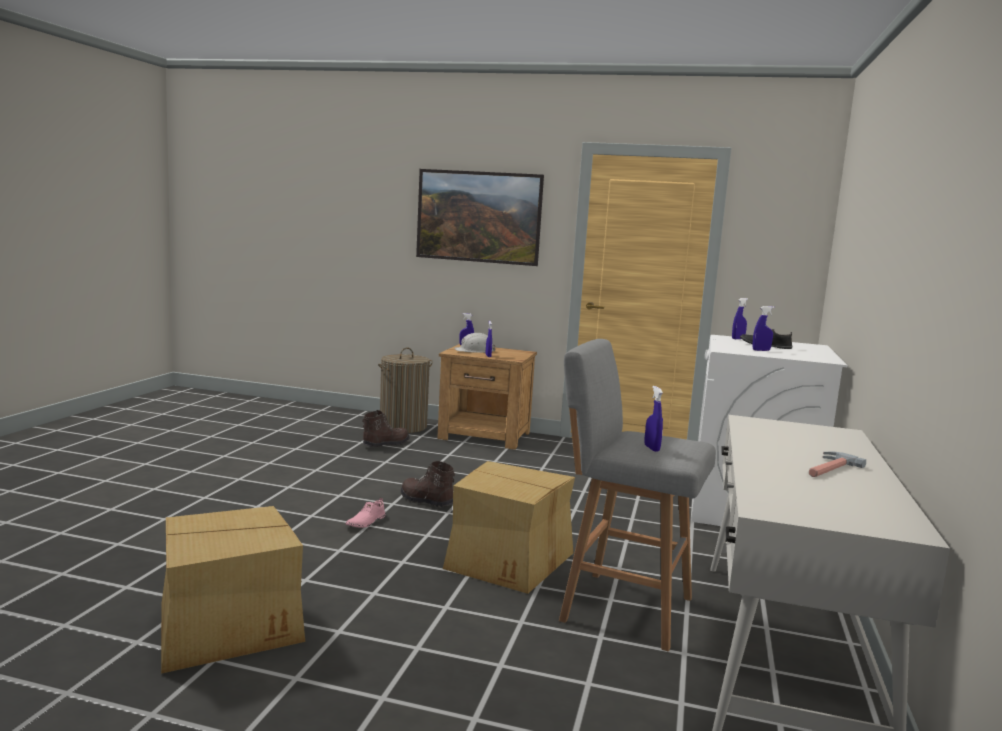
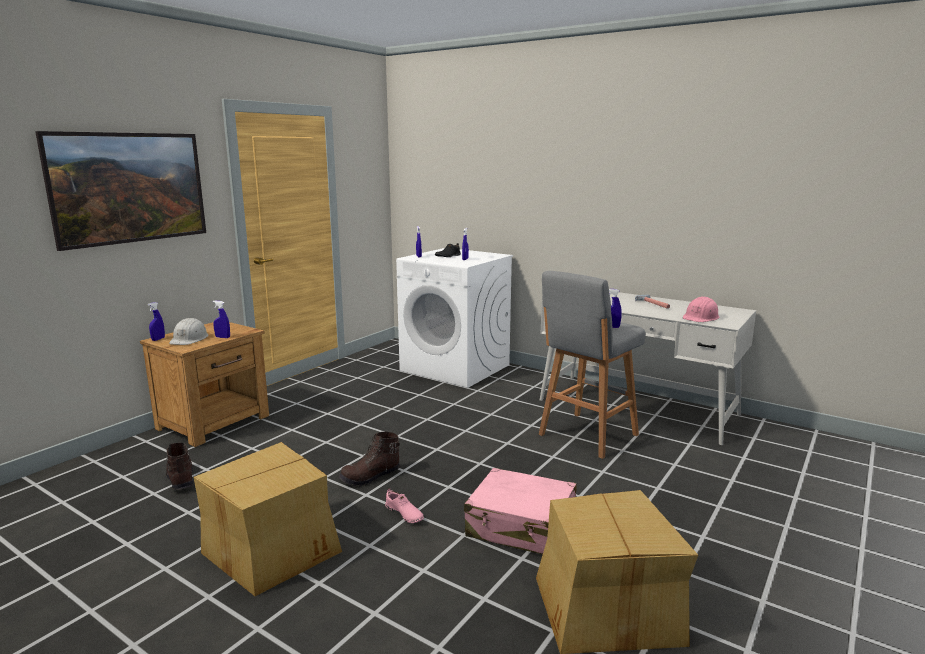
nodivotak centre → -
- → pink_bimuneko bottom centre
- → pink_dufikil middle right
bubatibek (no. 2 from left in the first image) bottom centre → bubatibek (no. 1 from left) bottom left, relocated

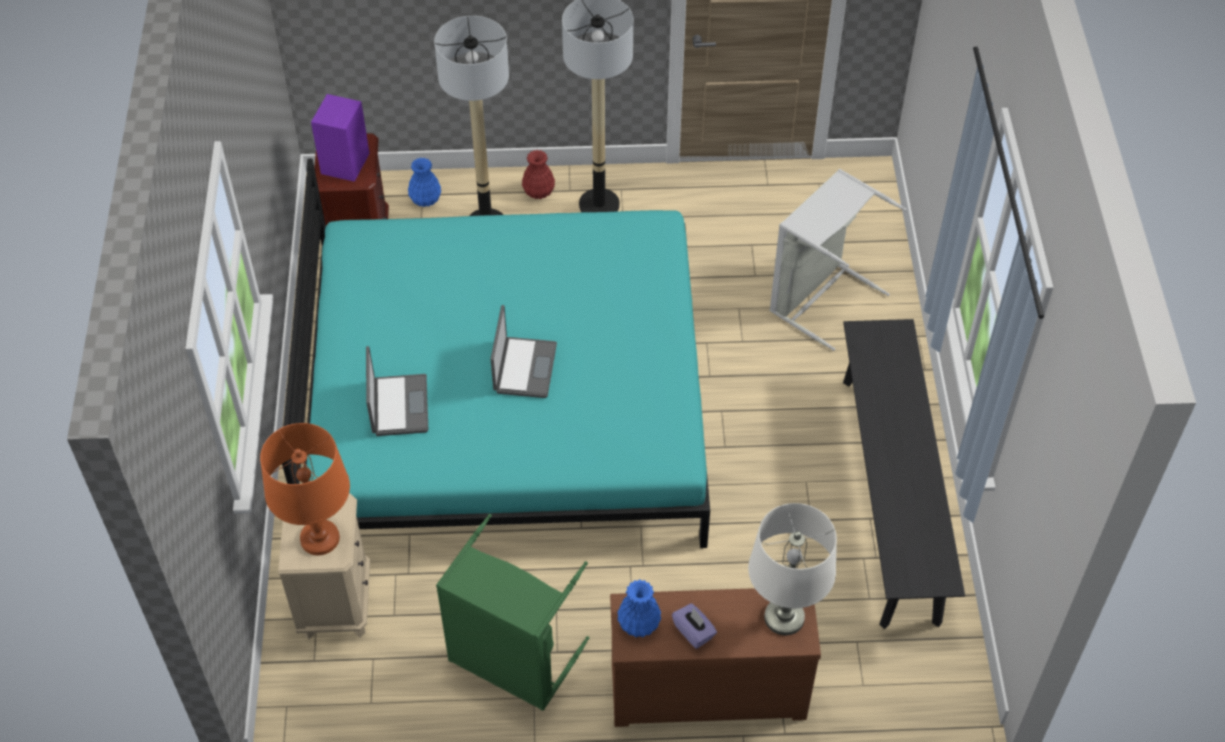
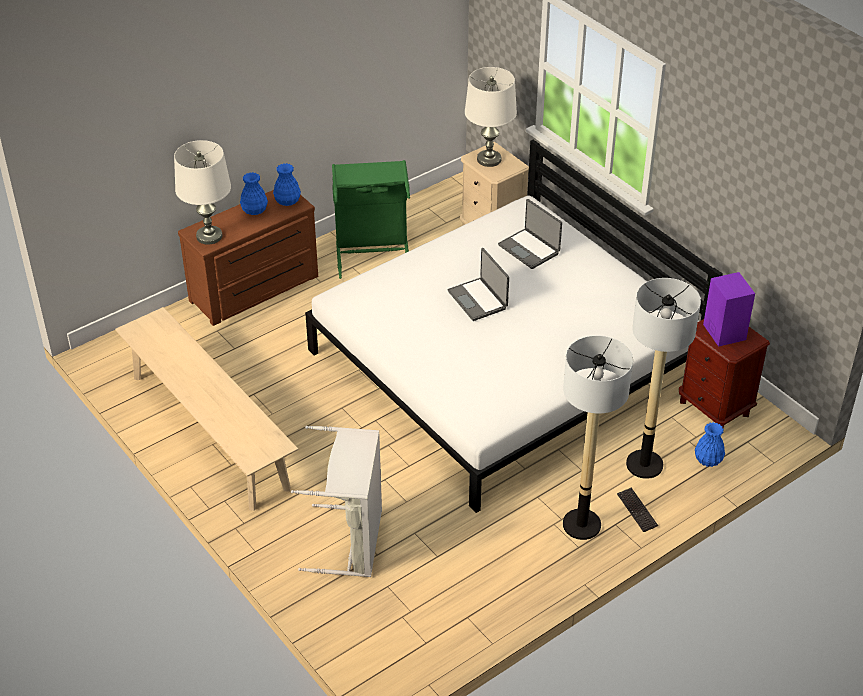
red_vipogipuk top centre → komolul bottom right
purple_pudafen bottom centre → blue_vipogipuk (no. 1 from left) top left
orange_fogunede middle left → white_fogunede (no. 2 from left) top centre
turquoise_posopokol centre → white_posopokol centre
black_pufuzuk middle right → beige_pufuzuk middle left

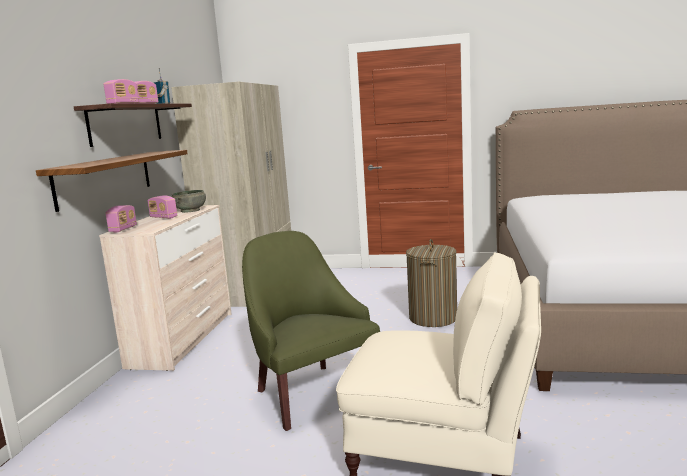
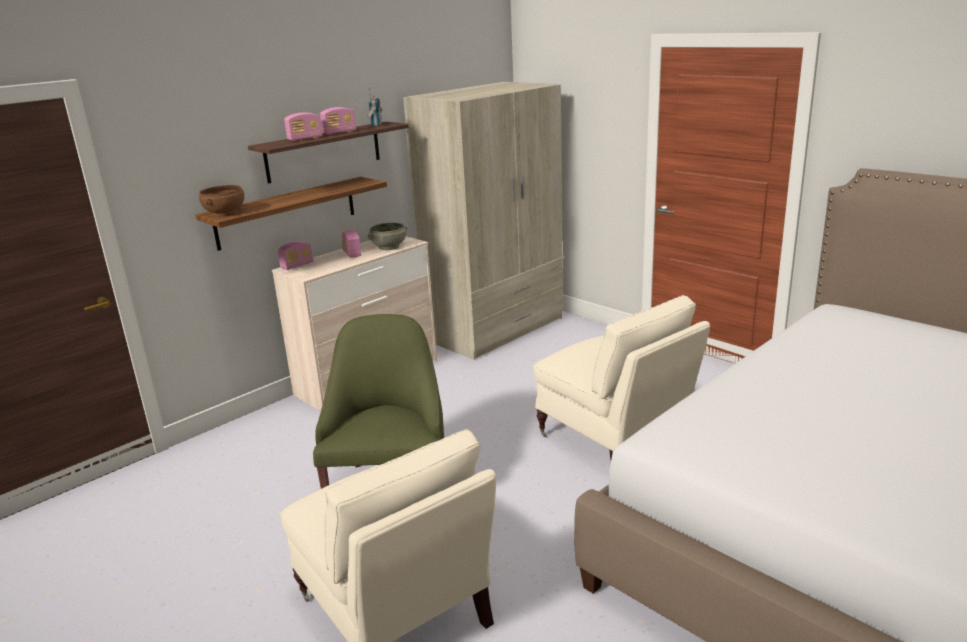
- → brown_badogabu top left
nodivotak centre → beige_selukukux (no. 2 from left) centre

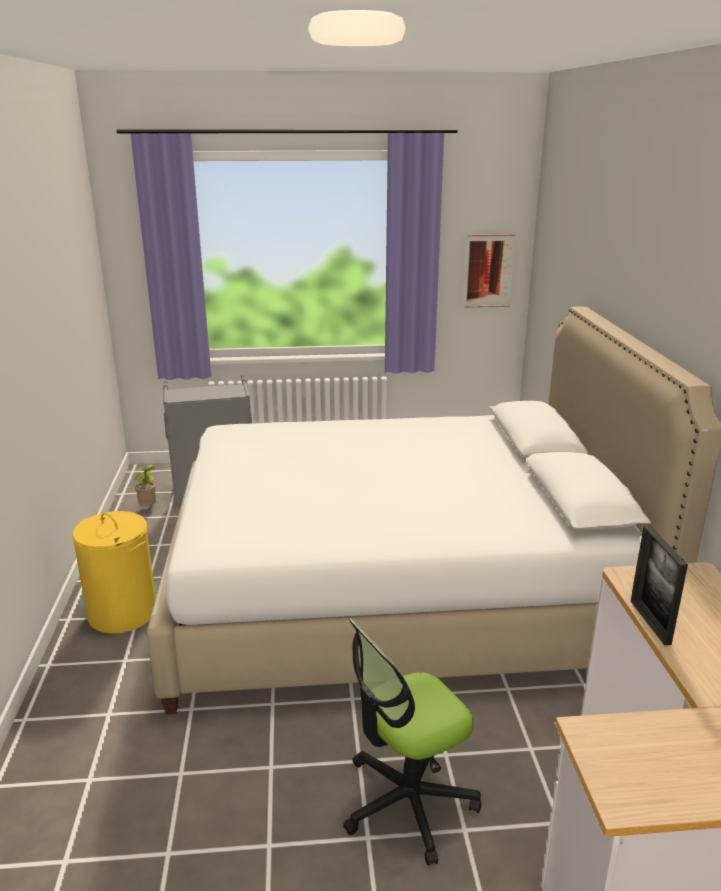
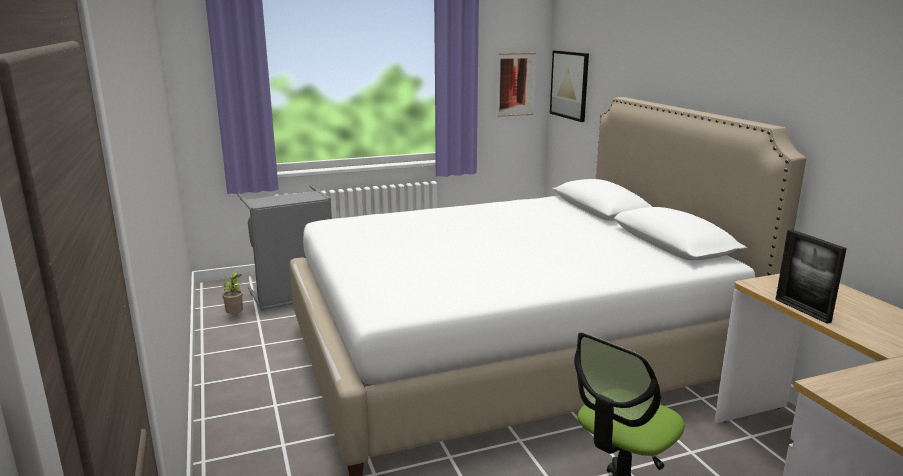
yellow_nodivotak middle left → -
- → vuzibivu (no. 2 from left) top centre

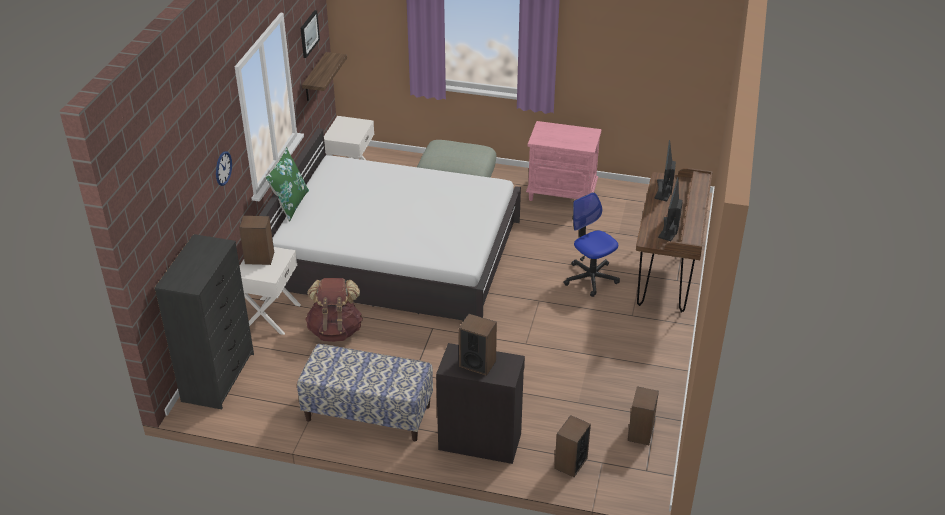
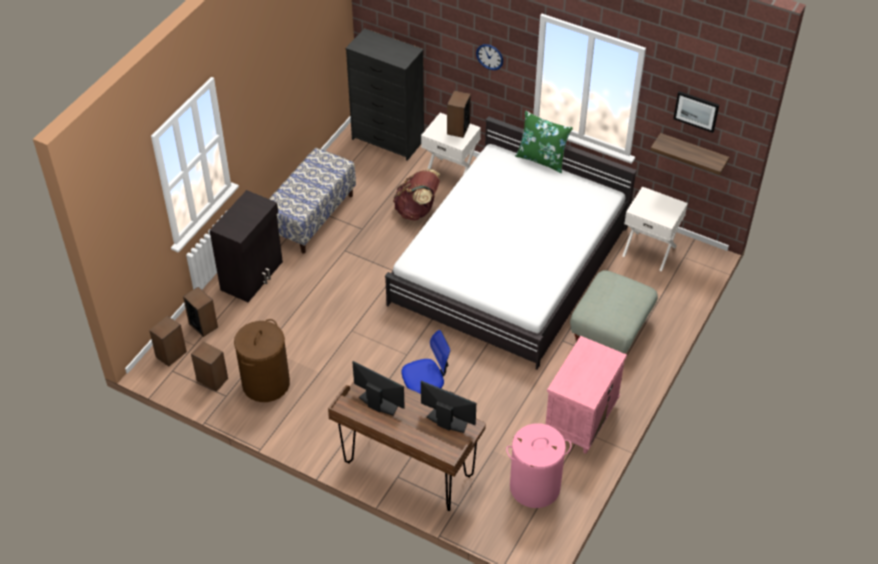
- → brown_nodivotak middle left
- → pink_nodivotak bottom centre
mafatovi (no. 2 from left in the first image) bottom centre → mafatovi (no. 1 from left) middle left, relocated

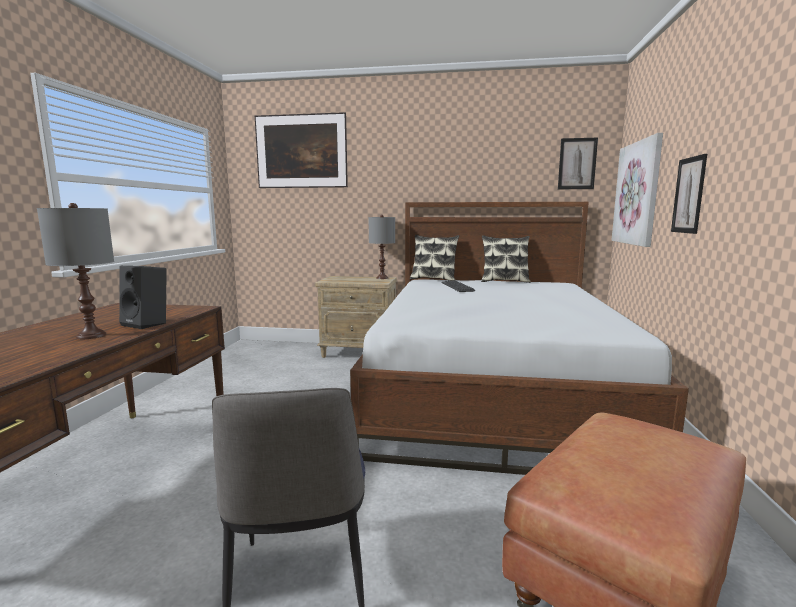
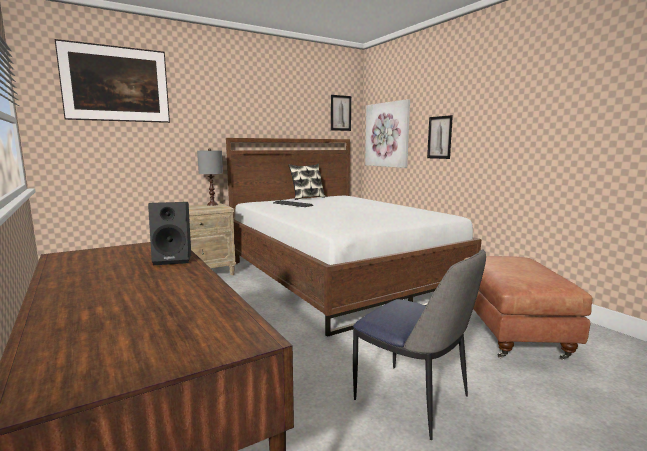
grey_fogunede (no. 1 from left) middle left → -
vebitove (no. 1 from left) centre → -

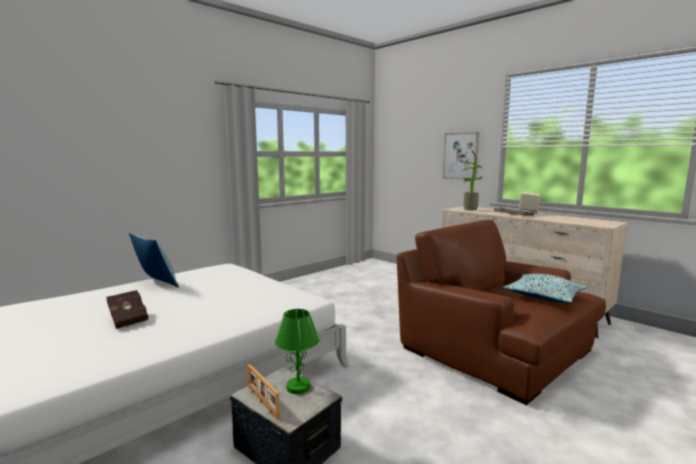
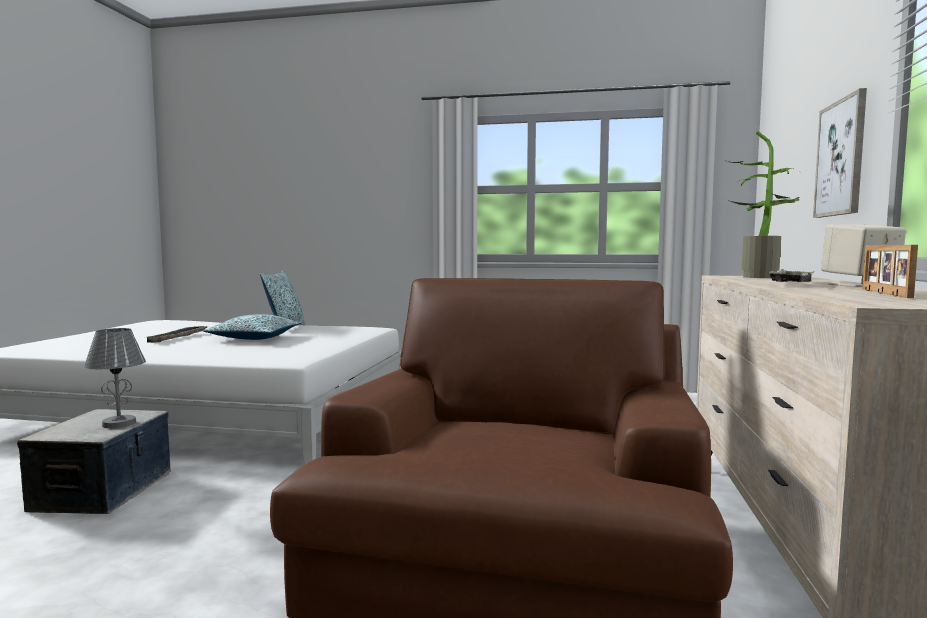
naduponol bottom centre → naduponol middle right, relocated
vebitove (no. 2 from left in the first image) middle right → vebitove (no. 1 from left) middle left, relocated
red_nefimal middle left → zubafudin (no. 1 from left) middle left
green_fogunede bottom centre → grey_fogunede middle left

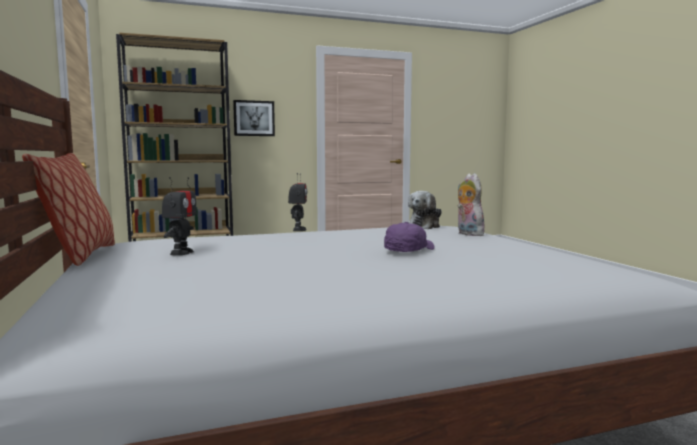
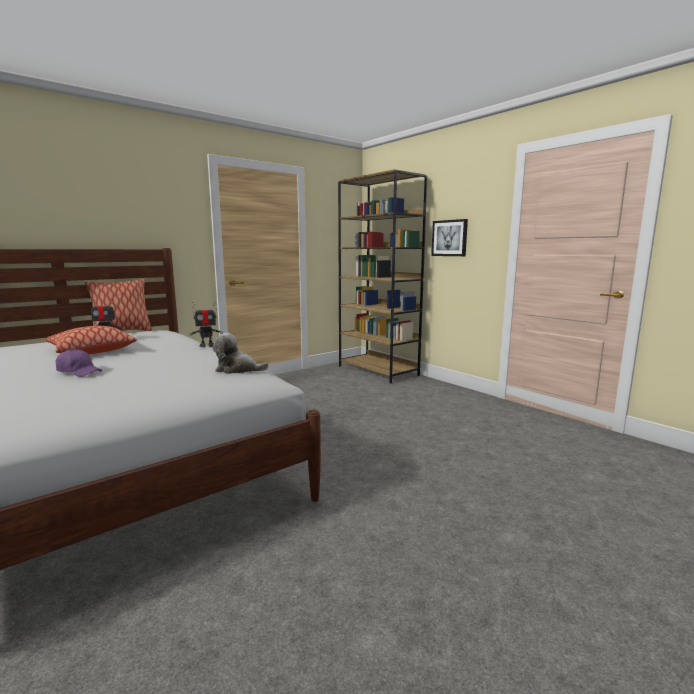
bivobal (no. 2 from left) middle right → -
- → vebitove (no. 1 from left) middle left

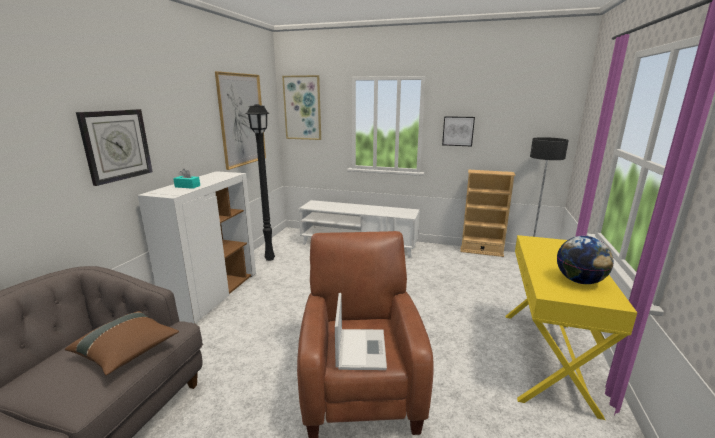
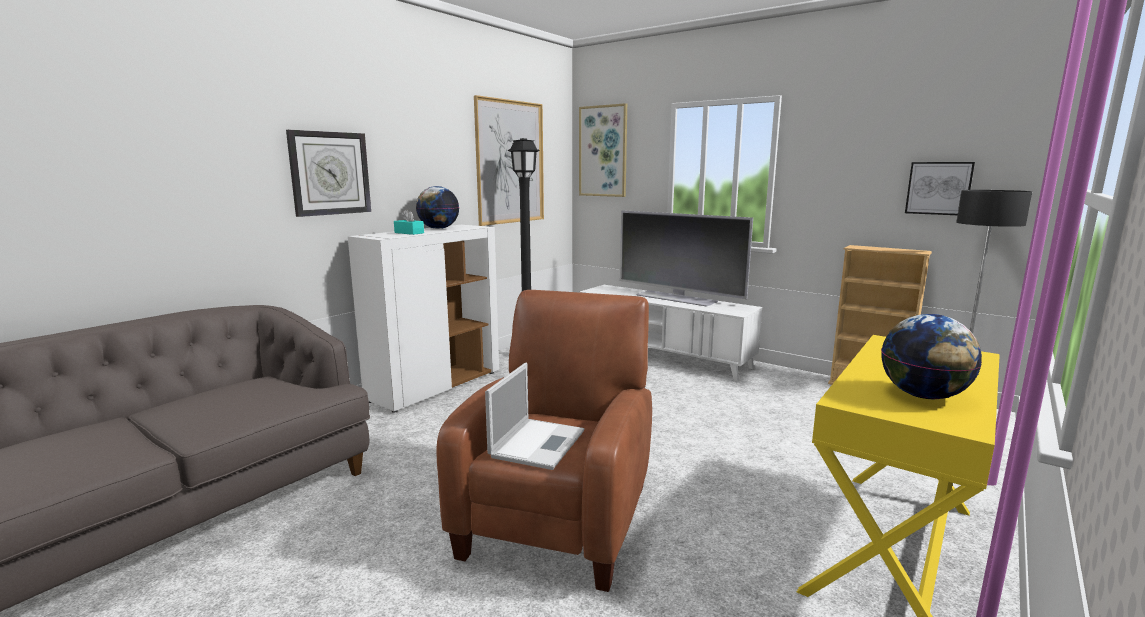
brown_vebitove bottom left → -
- → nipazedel (no. 1 from left) centre
- → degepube centre
vuzibivu (no. 3 from left) top centre → vuzibivu (no. 3 from left) top right, relocated

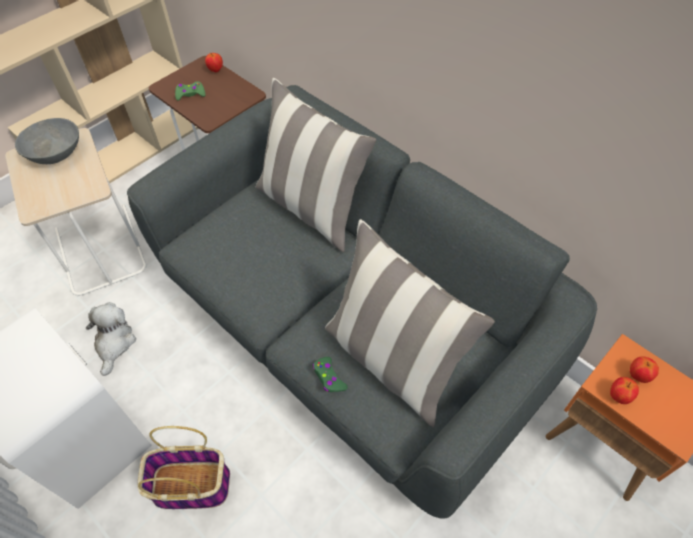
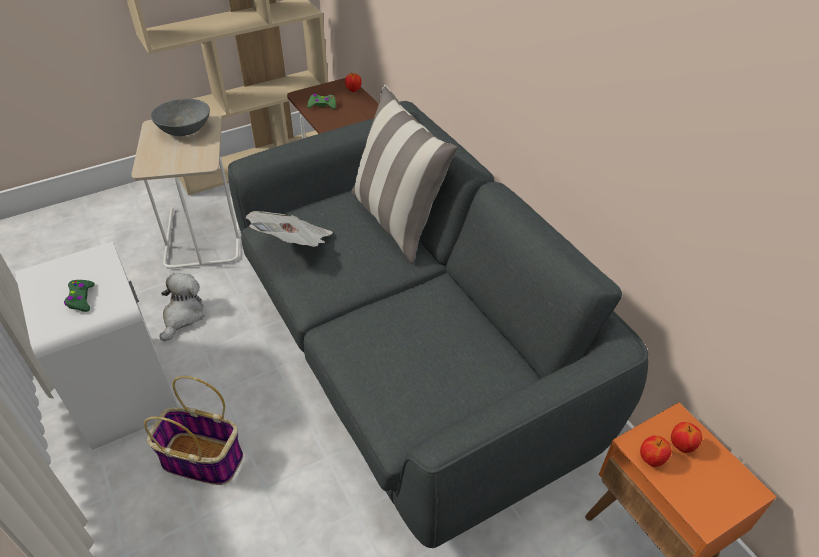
vebitove (no. 2 from left) centre → -
- → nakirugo centre
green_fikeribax (no. 2 from left in the first image) bottom centre → green_fikeribax (no. 1 from left) middle left, relocated

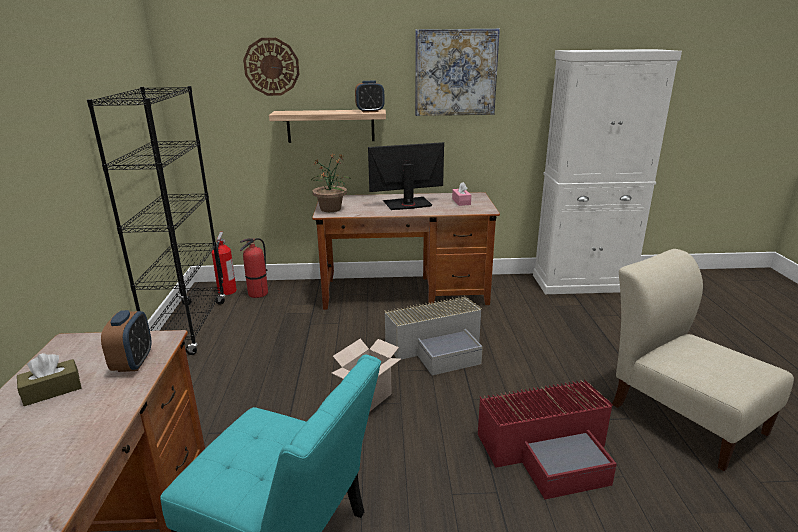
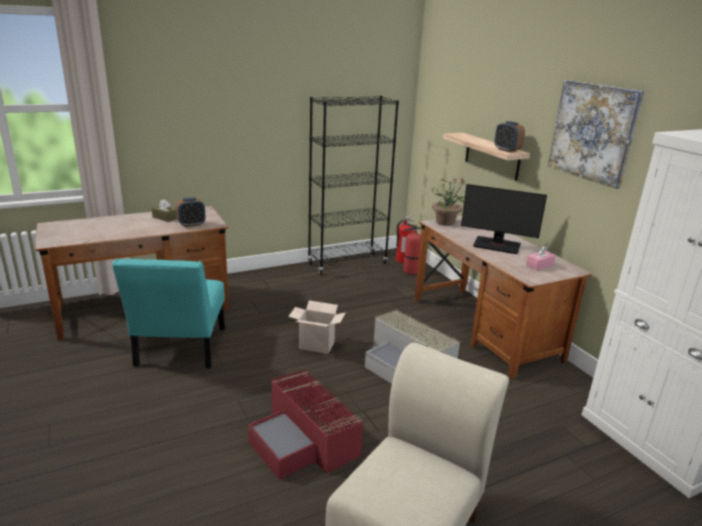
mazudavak top centre → -
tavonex top centre → tavonex middle right, 150 degrees clockwise

